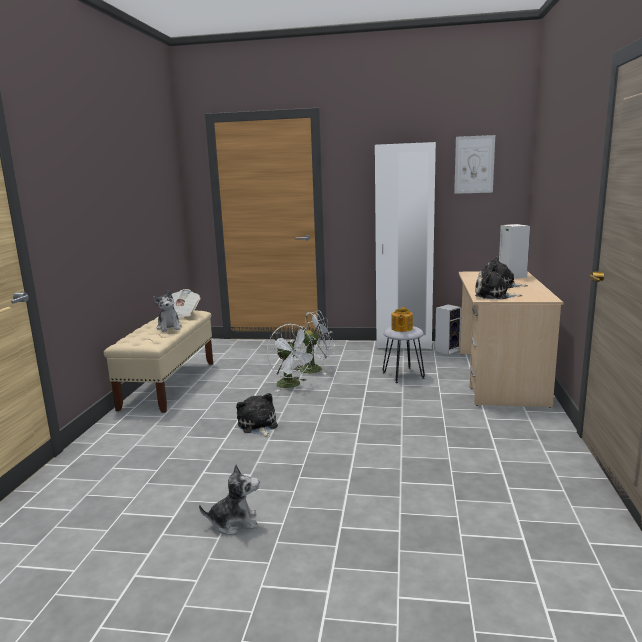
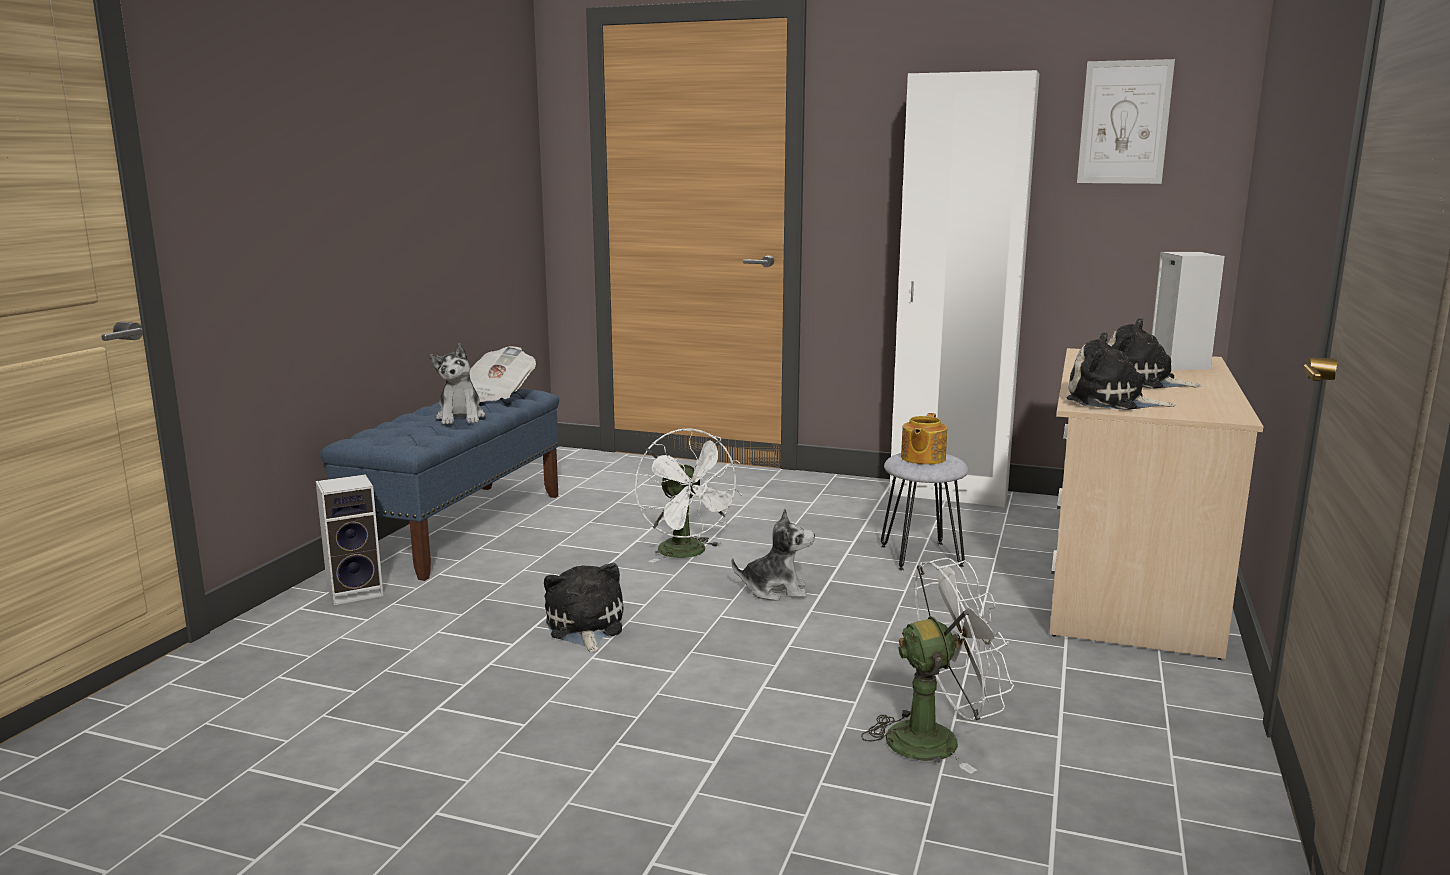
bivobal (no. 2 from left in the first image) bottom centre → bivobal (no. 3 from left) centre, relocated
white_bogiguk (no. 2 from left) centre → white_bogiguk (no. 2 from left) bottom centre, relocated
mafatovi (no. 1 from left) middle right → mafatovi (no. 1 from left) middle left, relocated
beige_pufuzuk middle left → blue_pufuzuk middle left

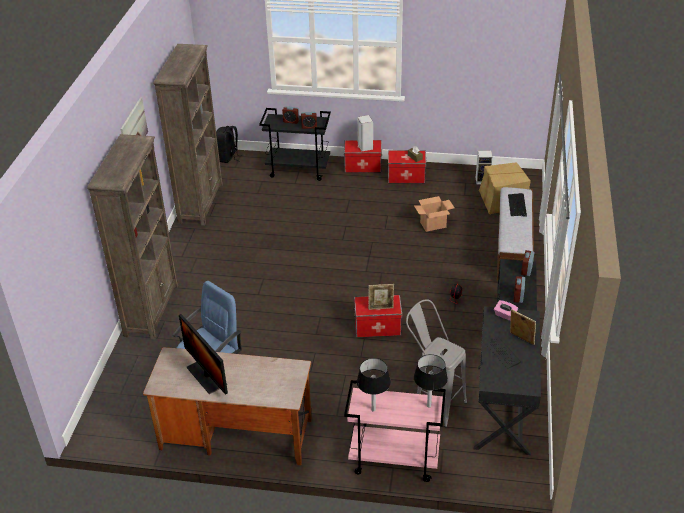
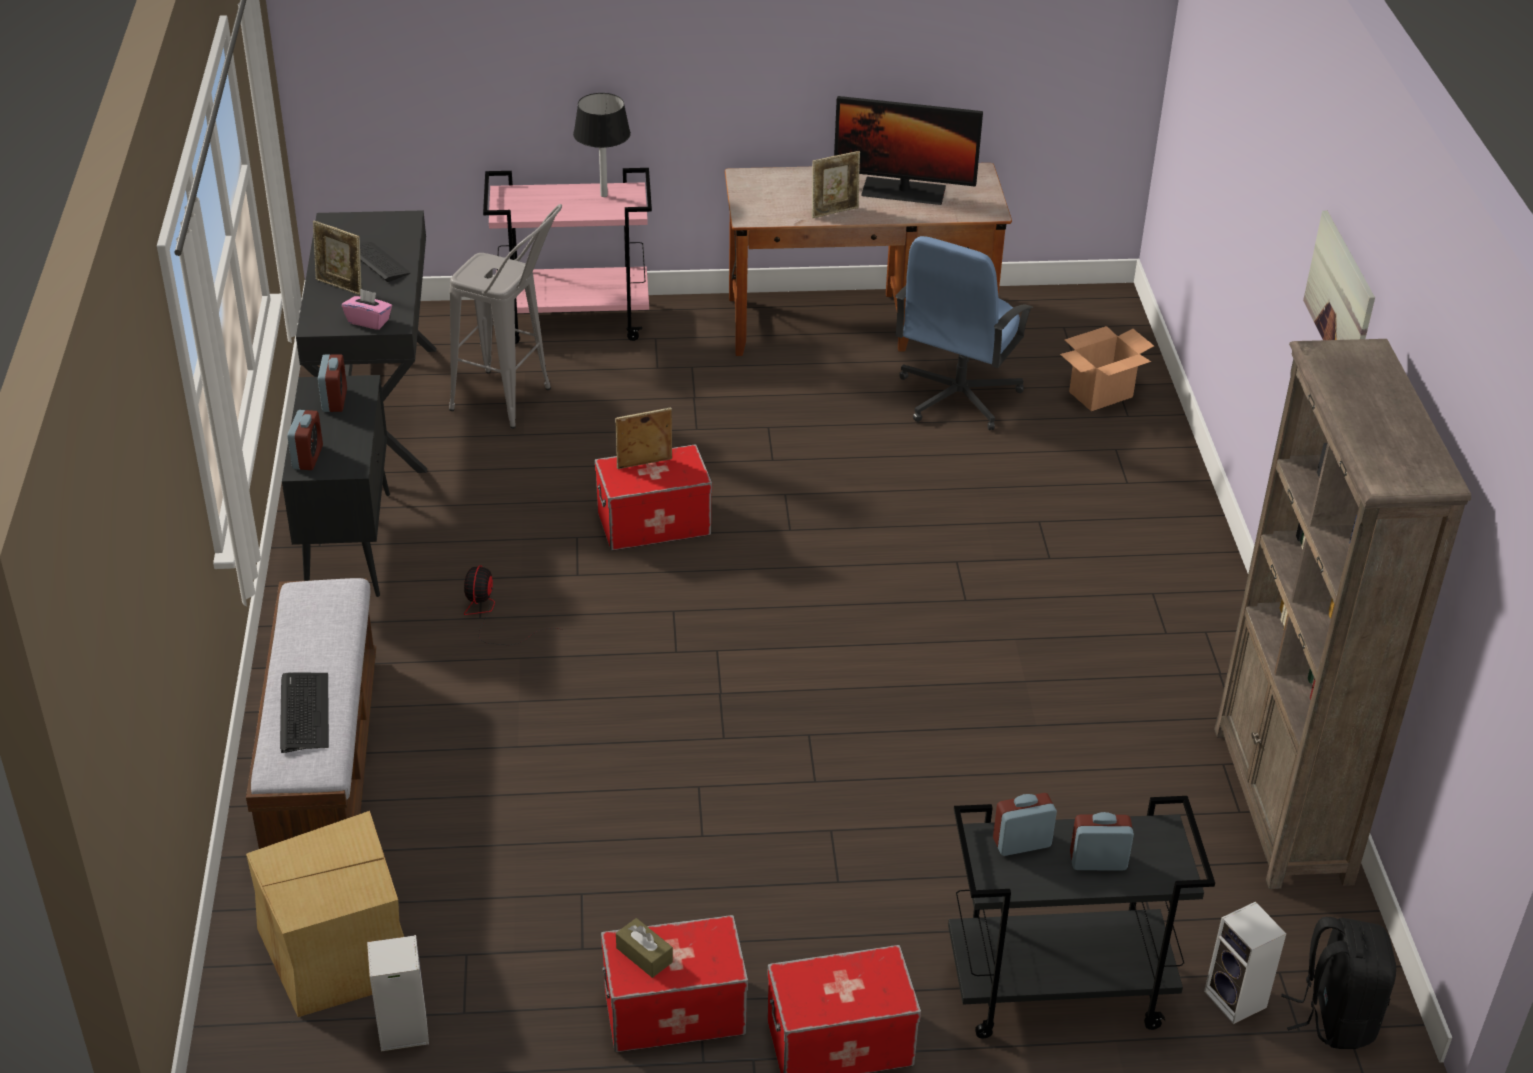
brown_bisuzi (no. 1 from left) middle left → -
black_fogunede (no. 2 from left) bottom centre → -
- → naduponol (no. 3 from left) top centre
mafatovi (no. 1 from left in the first image) top centre → mafatovi (no. 2 from left) bottom right, relocated
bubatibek (no. 1 from left in the first image) centre → bubatibek (no. 2 from left) middle right, relocated
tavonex bottom left → tavonex top centre, 150 degrees clockwise

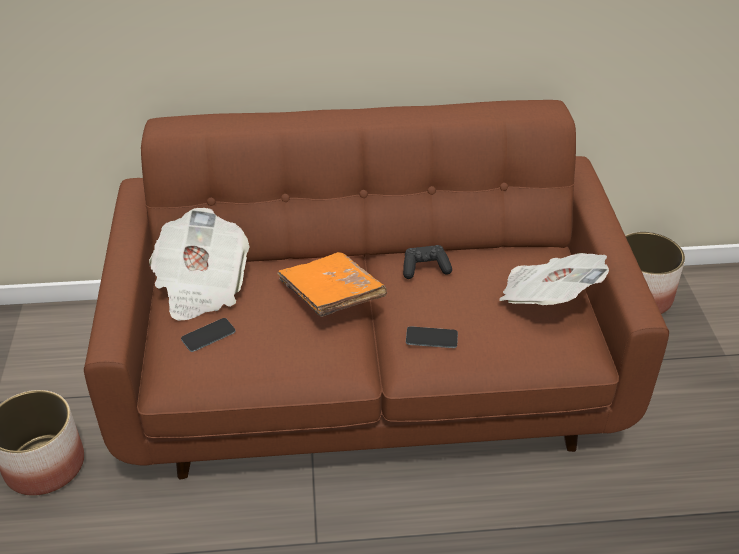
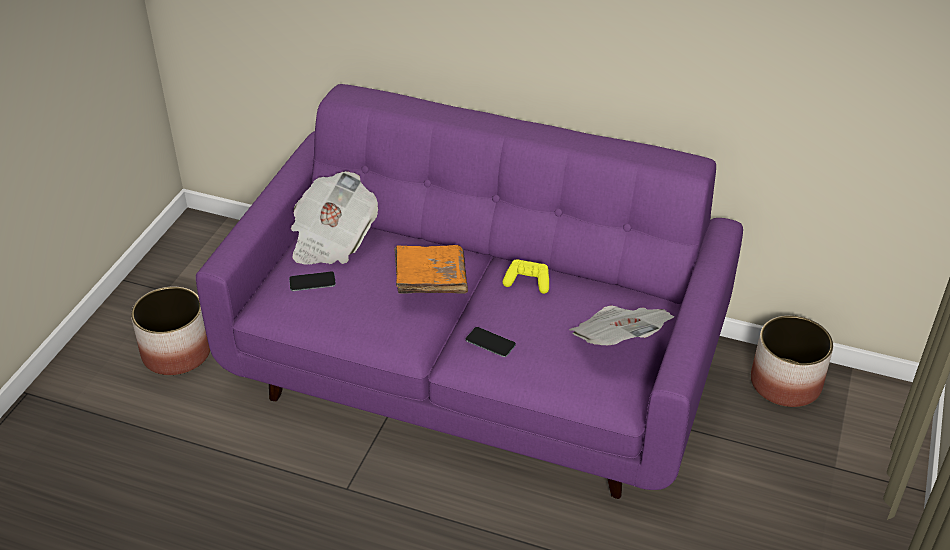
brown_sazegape centre → purple_sazegape centre
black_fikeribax centre → yellow_fikeribax centre

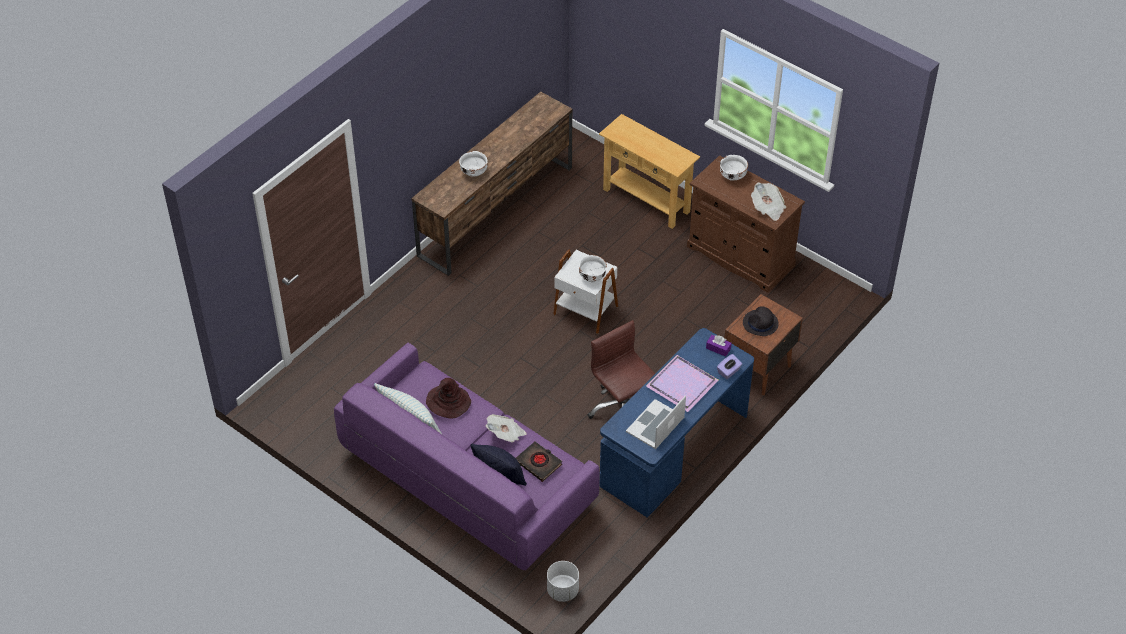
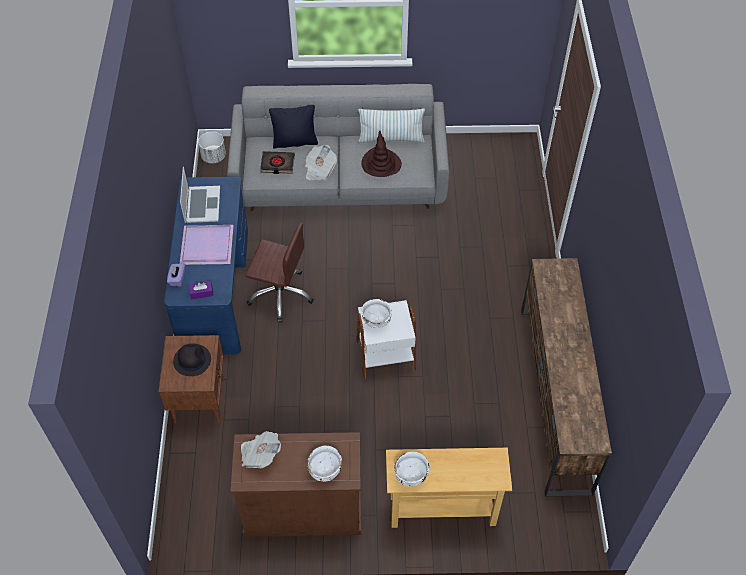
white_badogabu (no. 1 from left in the first image) top centre → white_badogabu (no. 3 from left) bottom centre, relocated
purple_sazegape bottom centre → grey_sazegape top centre

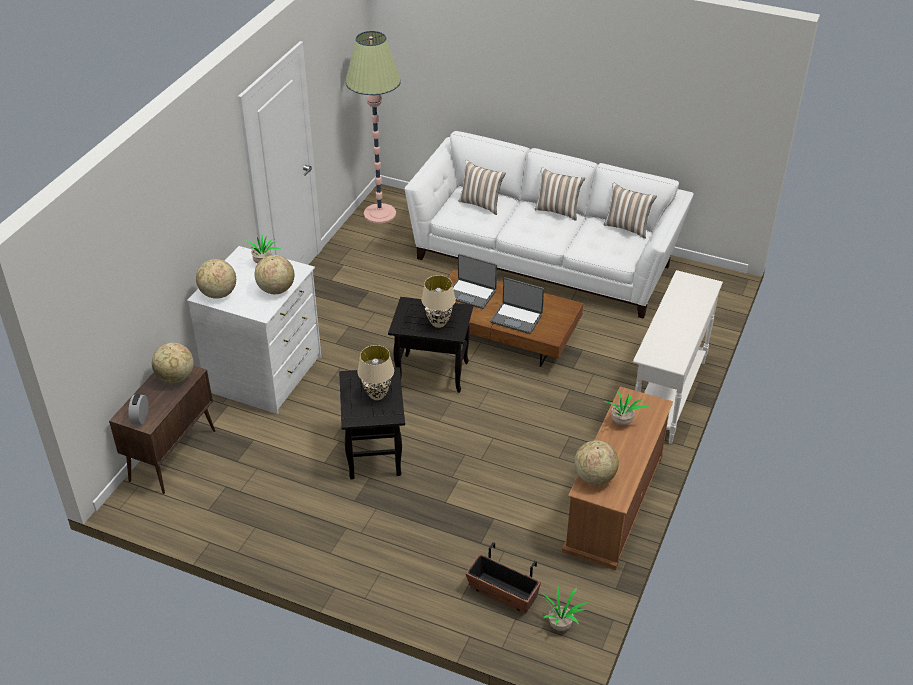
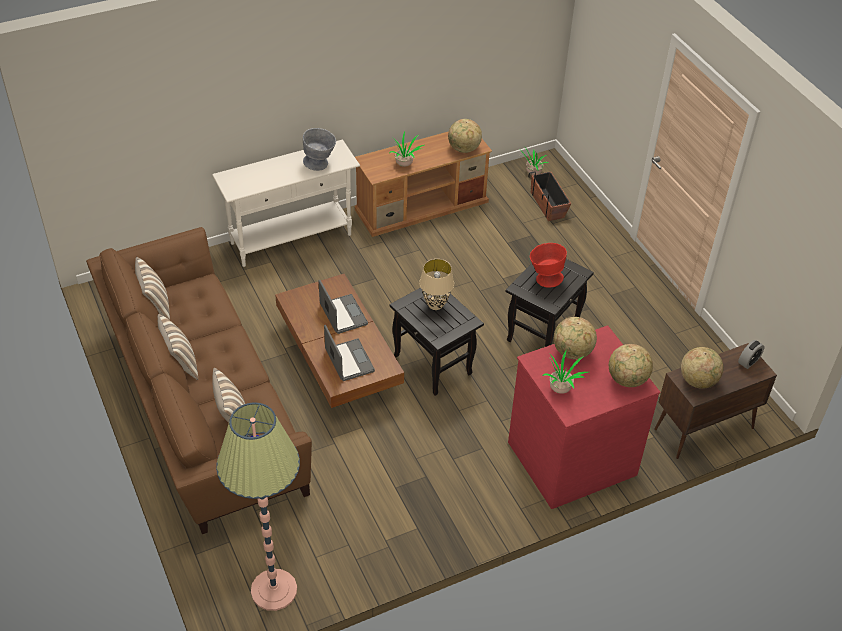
- → grey_badogabu top centre
beige_fogunede (no. 1 from left) centre → red_badogabu centre
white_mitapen middle left → red_mitapen middle right
white_sazegape top centre → brown_sazegape middle left

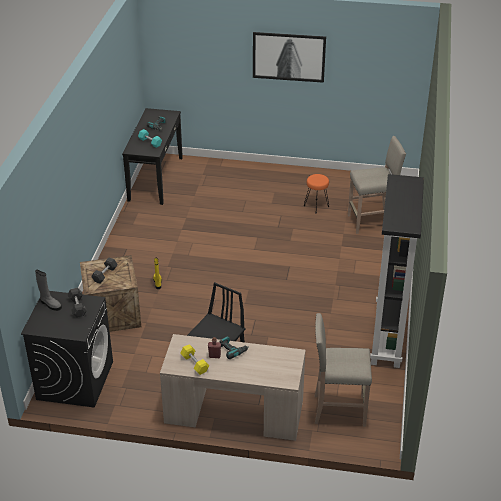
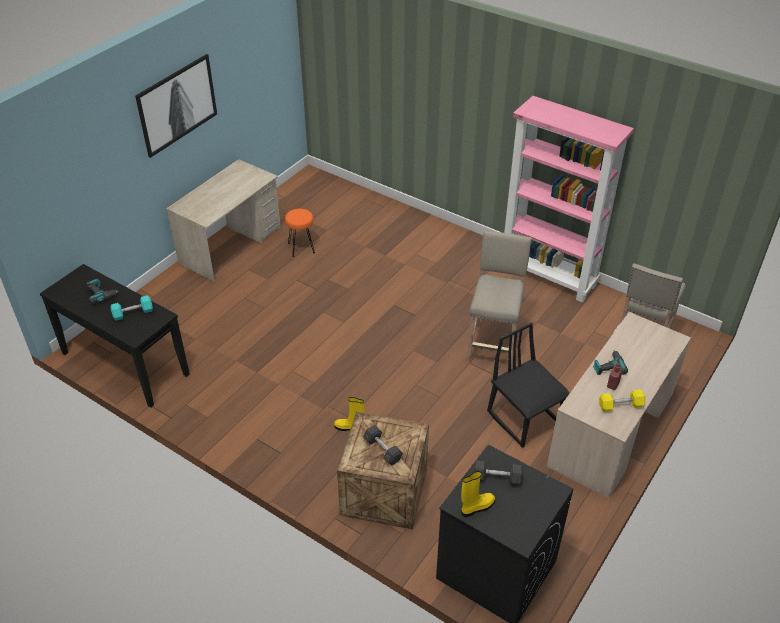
- → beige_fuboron (no. 1 from left) middle left
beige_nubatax (no. 2 from left in the first image) middle right → beige_nubatax (no. 1 from left) centre, relocated
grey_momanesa middle left → yellow_momanesa (no. 2 from left) bottom centre
black_bisuzi middle right → pink_bisuzi top right

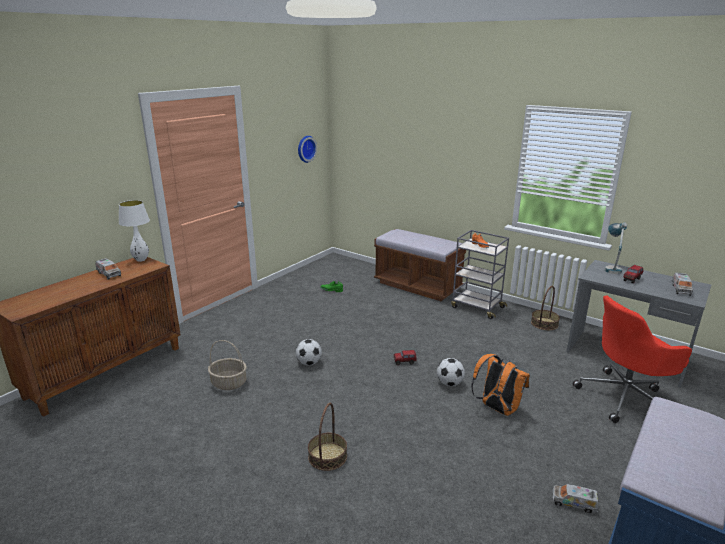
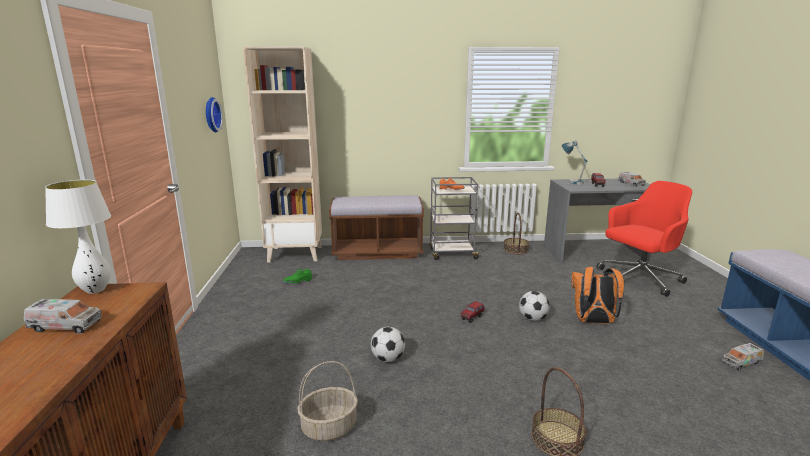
- → beige_bisuzi centre
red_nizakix middle right, 150 degrees counterclockwise

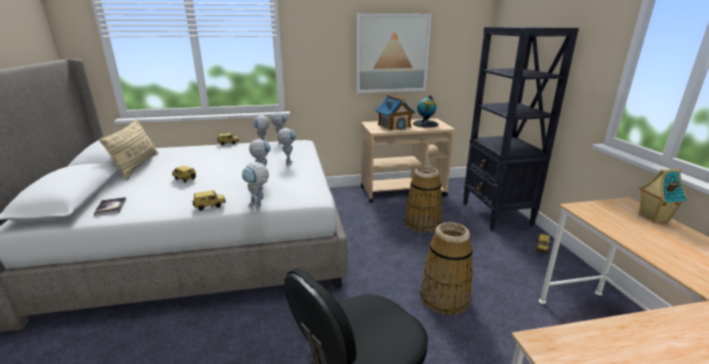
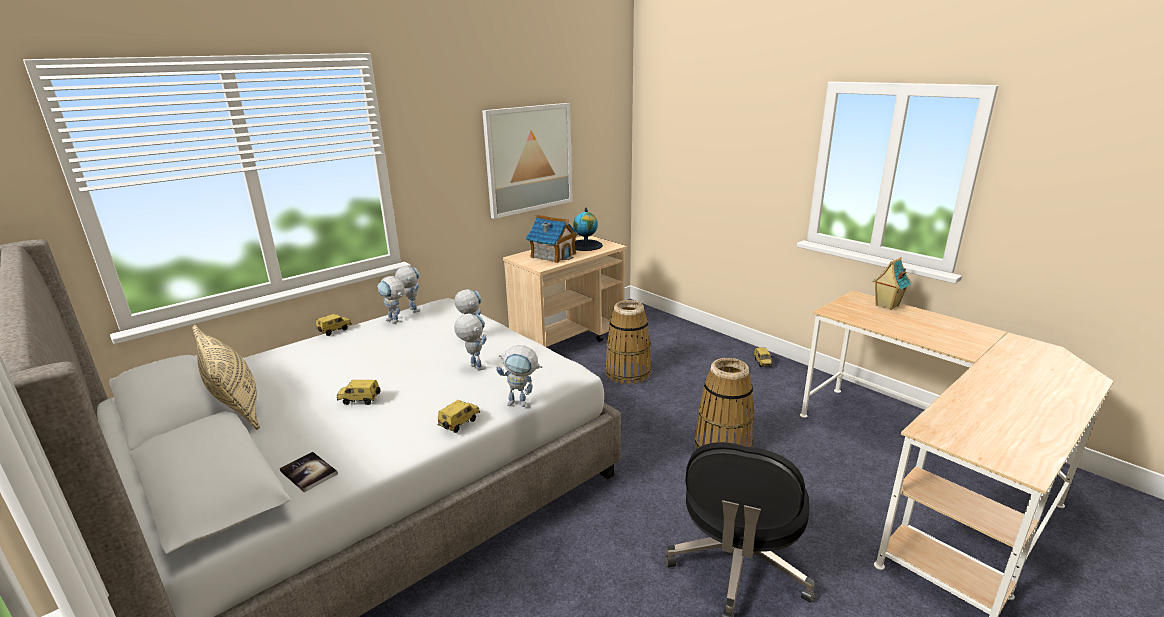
black_bisuzi middle right → -

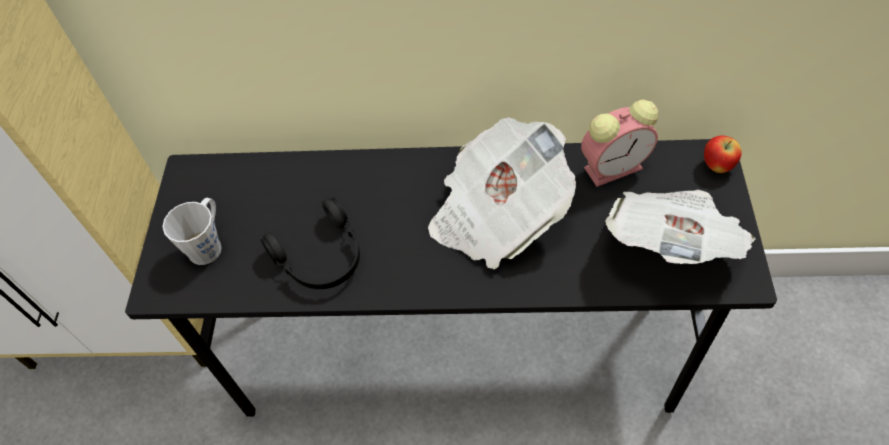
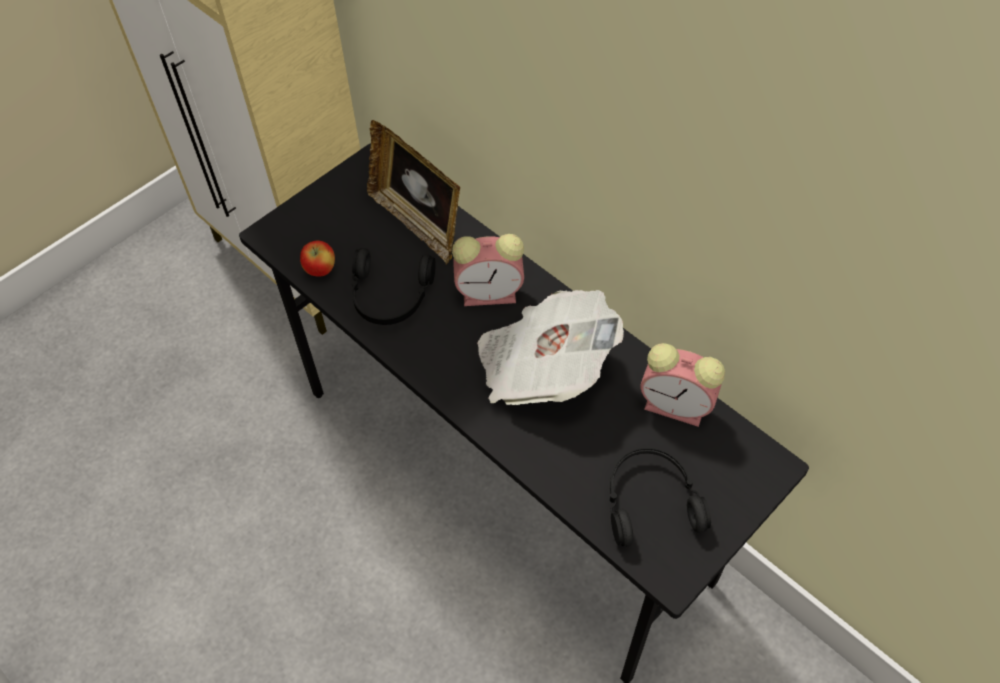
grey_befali middle left → -
- → naduponol top centre
- → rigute (no. 1 from left) centre
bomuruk middle right → bomuruk middle left, relocated
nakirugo (no. 2 from left) middle right → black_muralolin (no. 2 from left) bottom centre

